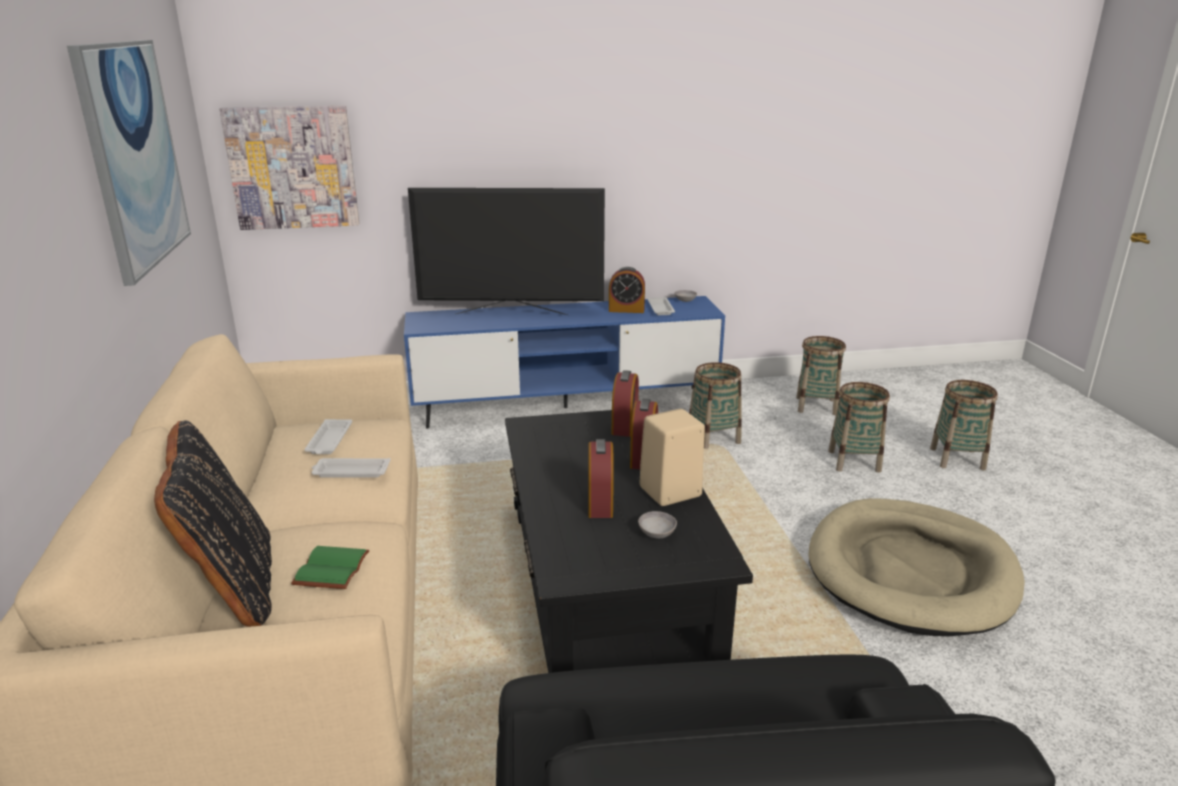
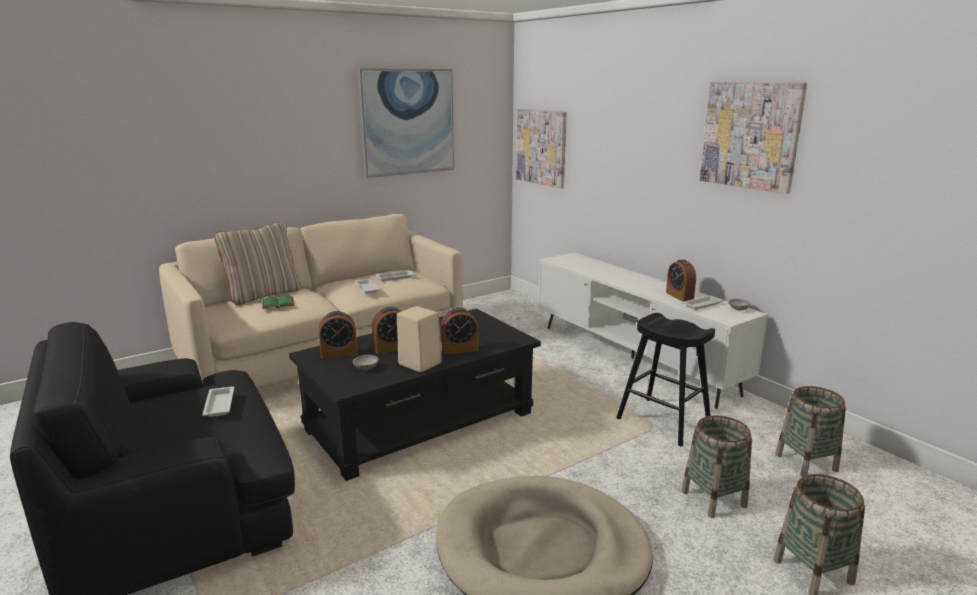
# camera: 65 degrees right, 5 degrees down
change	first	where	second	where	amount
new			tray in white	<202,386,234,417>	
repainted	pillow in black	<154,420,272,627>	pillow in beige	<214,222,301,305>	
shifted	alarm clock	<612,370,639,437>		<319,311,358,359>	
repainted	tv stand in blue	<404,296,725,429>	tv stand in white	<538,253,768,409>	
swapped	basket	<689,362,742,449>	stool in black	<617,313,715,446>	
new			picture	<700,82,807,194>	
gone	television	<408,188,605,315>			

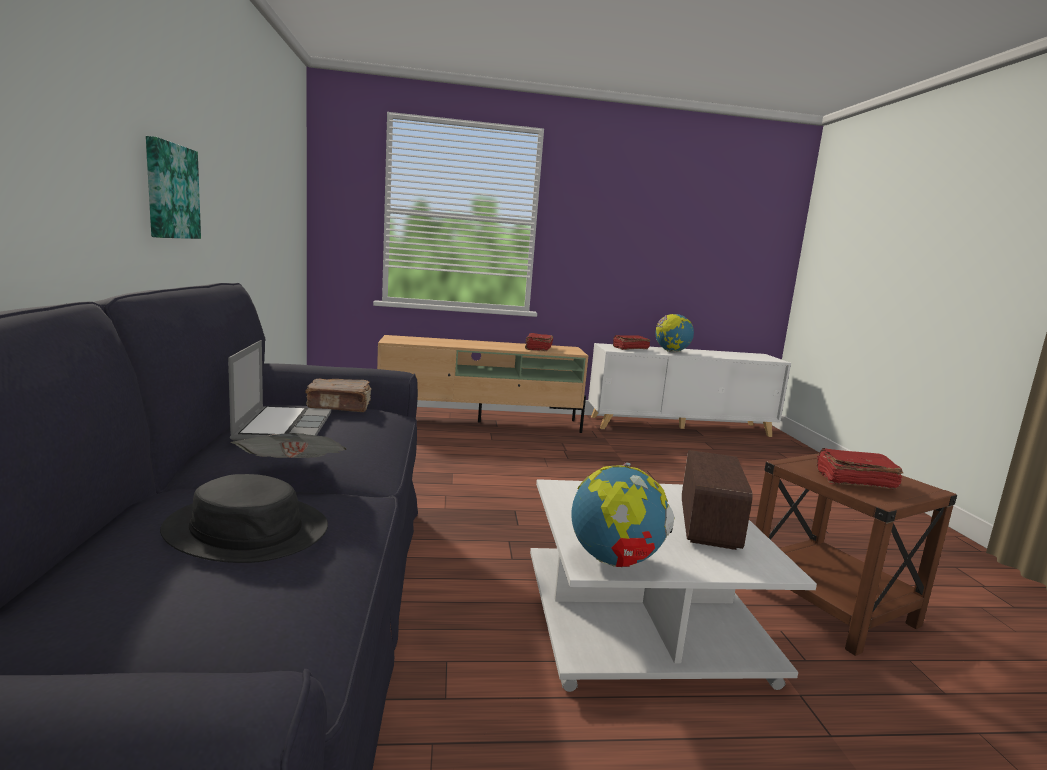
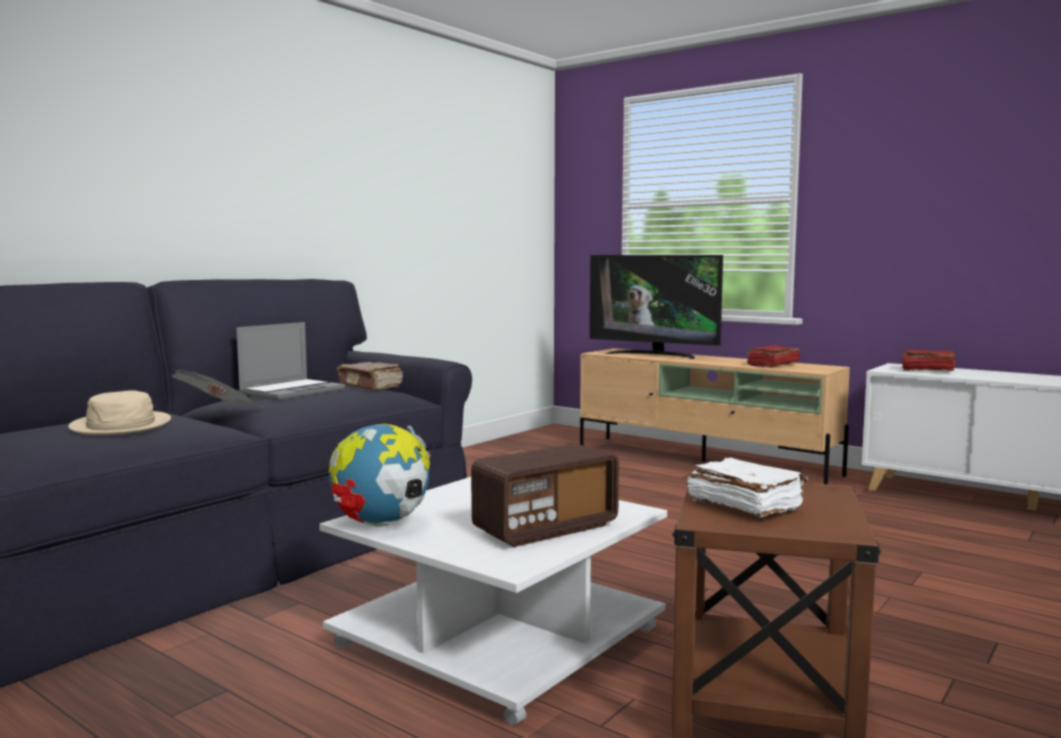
# camera: 45 degrees right, 5 degrees down
change	first	where	second	where	amount
repainted	hat in black	<160,474,328,563>	hat in beige	<68,390,171,435>	
new			television	<590,255,723,359>	
repainted	book in red	<817,448,903,490>	book in white	<688,458,807,517>	
gone	picture	<146,136,201,239>			
gone	globe	<655,314,694,353>			

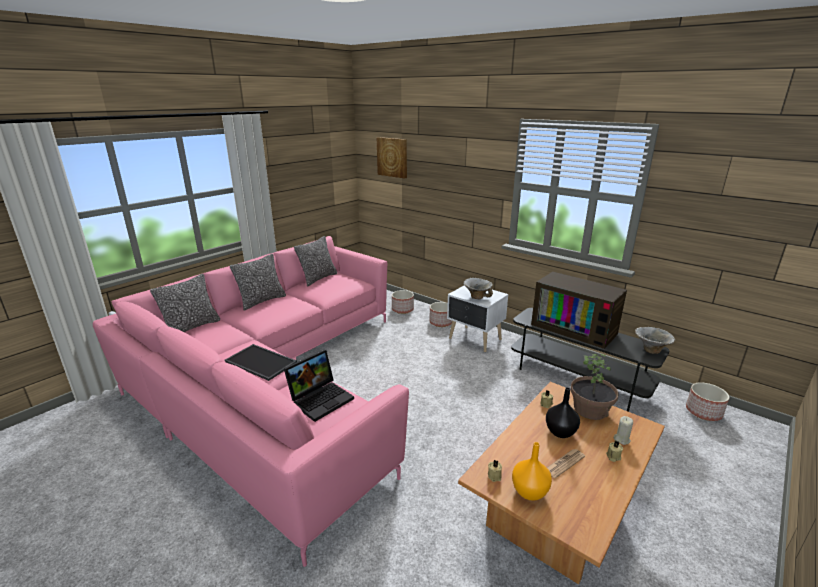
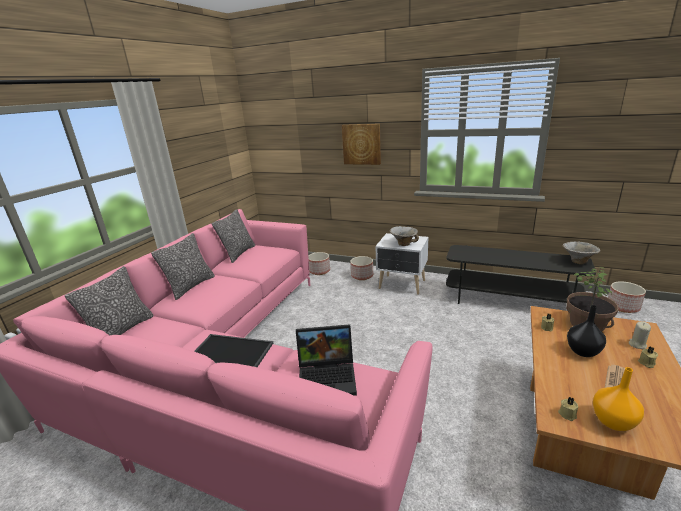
# camera: 15 degrees left, 0 degrees up
change	first	where	second	where	amount
rotated	laptop	<284,350,354,422>		<296,324,357,396>	60 degrees clockwise
shifted	picture	<376,137,407,178>		<342,124,381,165>	
gone	television	<531,272,627,349>			

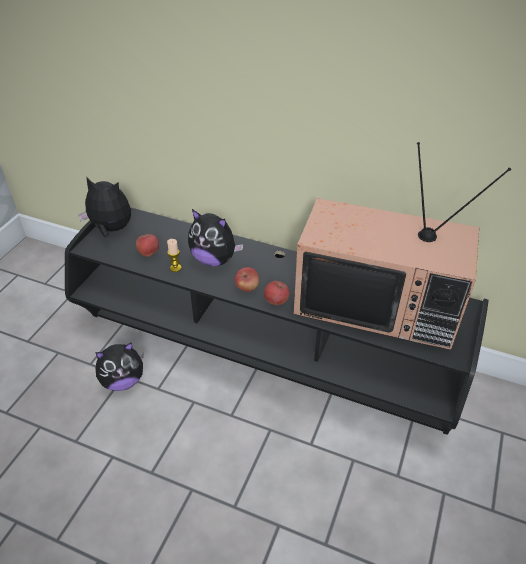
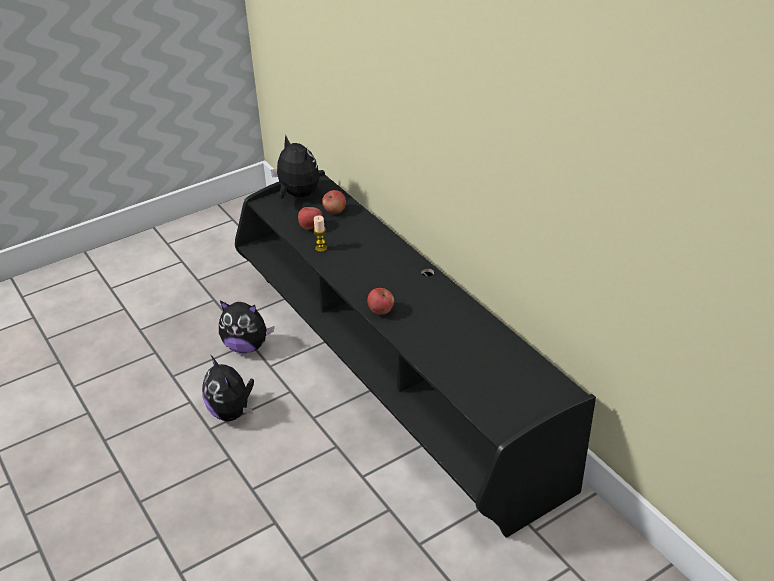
# camera: 35 degrees right, 5 degrees down
change	first	where	second	where	amount
shifted	plush toy	<188,209,244,266>		<202,355,254,421>	
shifted	apple	<235,267,259,292>		<322,190,346,214>	
gone	television	<294,142,511,350>			

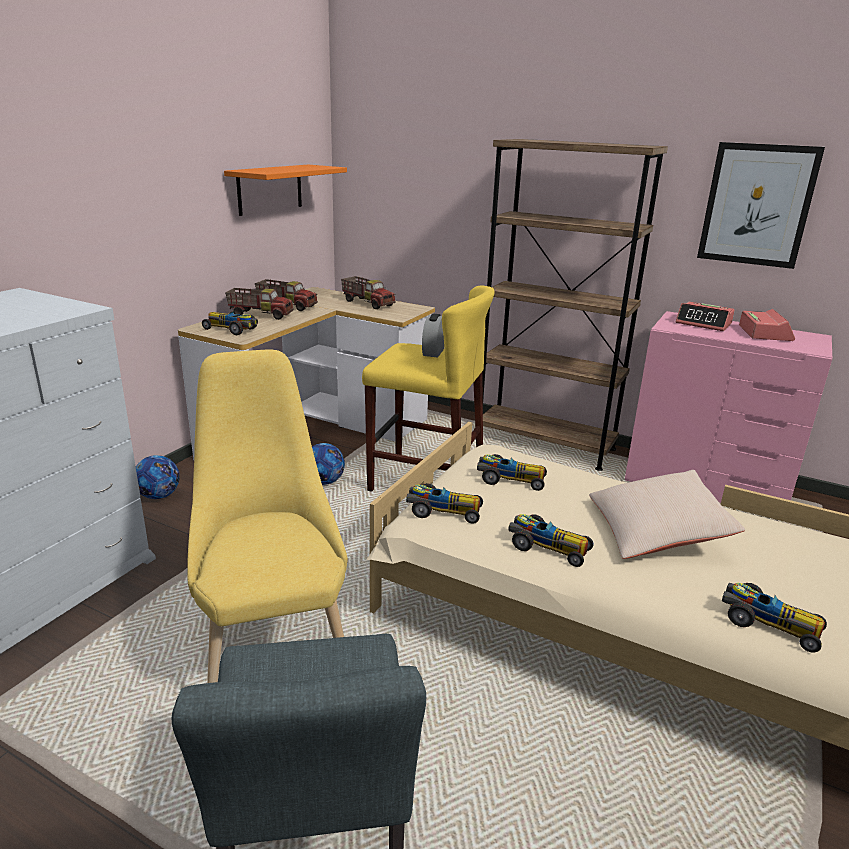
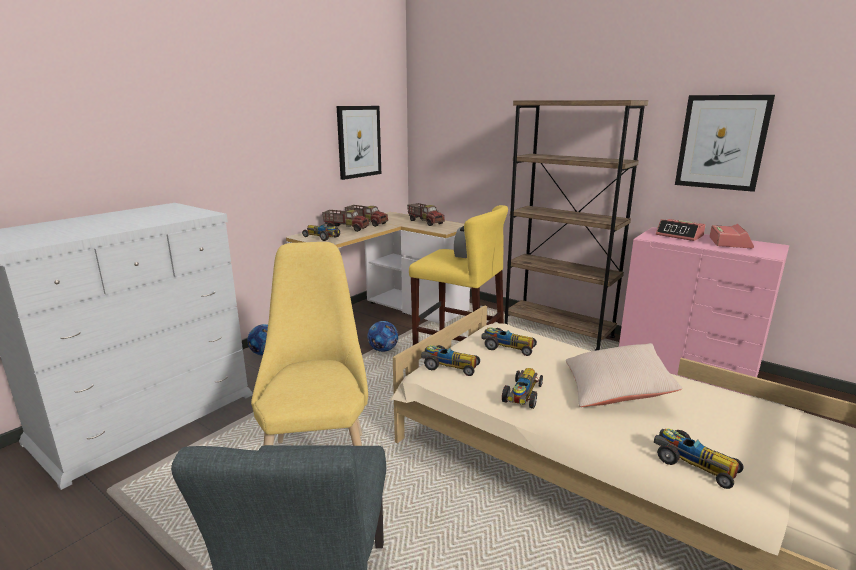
# camera: 10 degrees right, 5 degrees down
change	first	where	second	where	amount
swapped	shelf in orange	<224,165,347,216>	picture	<337,106,381,180>	
rotated	toy car	<508,514,593,567>		<502,368,543,409>	105 degrees counterclockwise

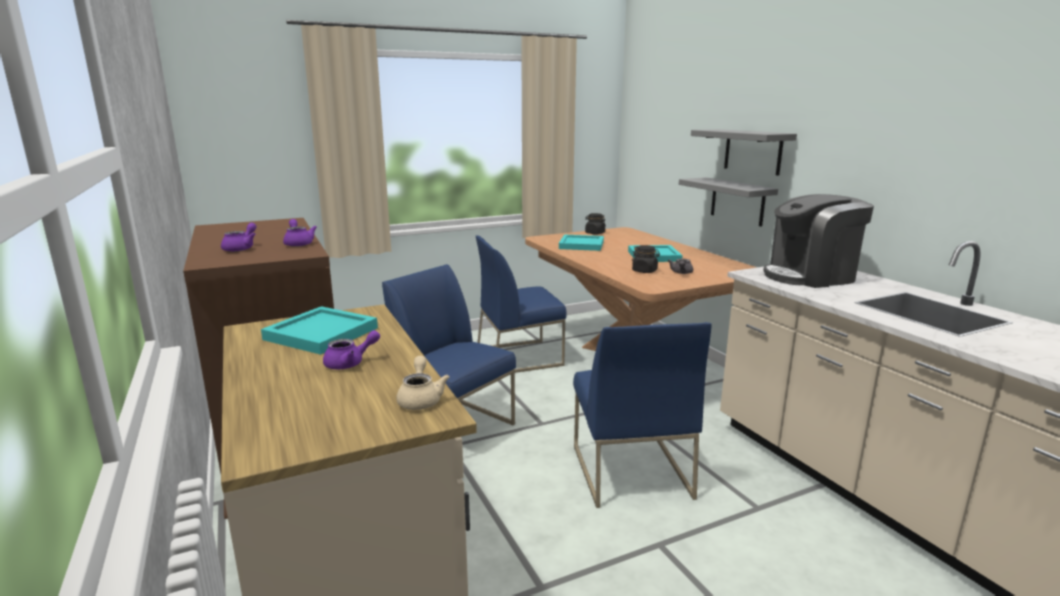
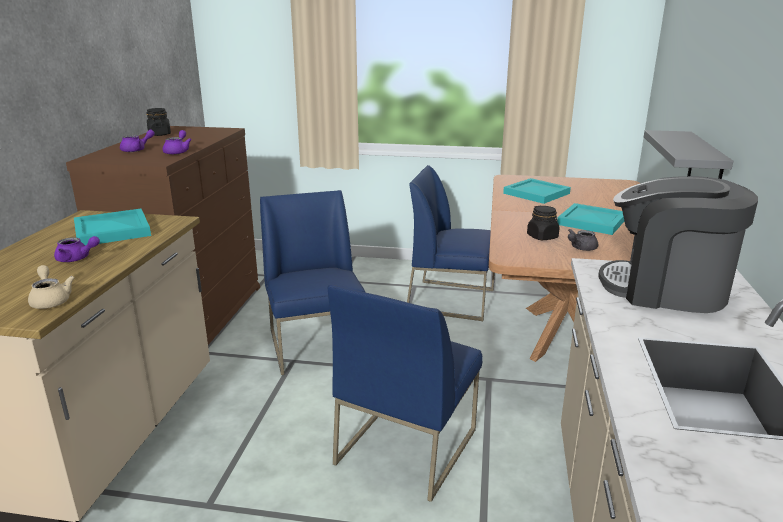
# camera: 35 degrees right, 5 degrees up
change	first	where	second	where	amount
rotated	teapot in beige	<396,356,449,410>		<28,265,75,309>	60 degrees counterclockwise
shifted	jar in black	<585,213,606,234>		<146,108,171,136>	
gone	shelf in grey	<691,129,797,176>			

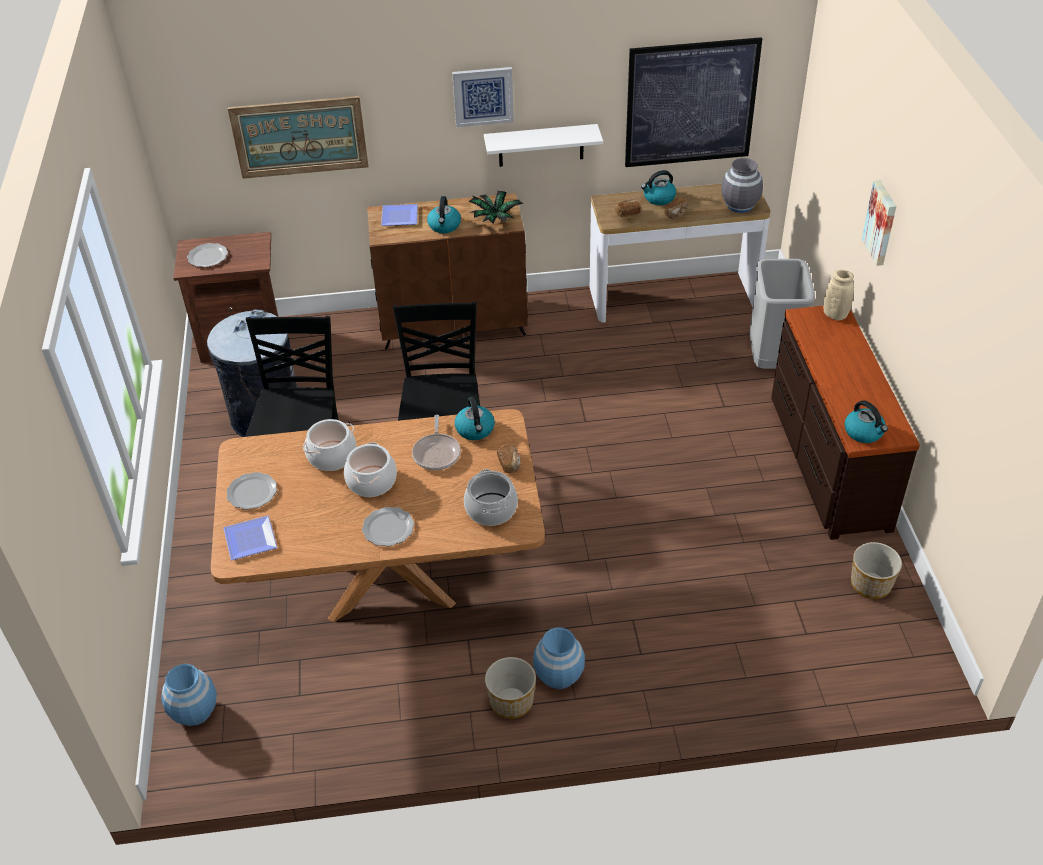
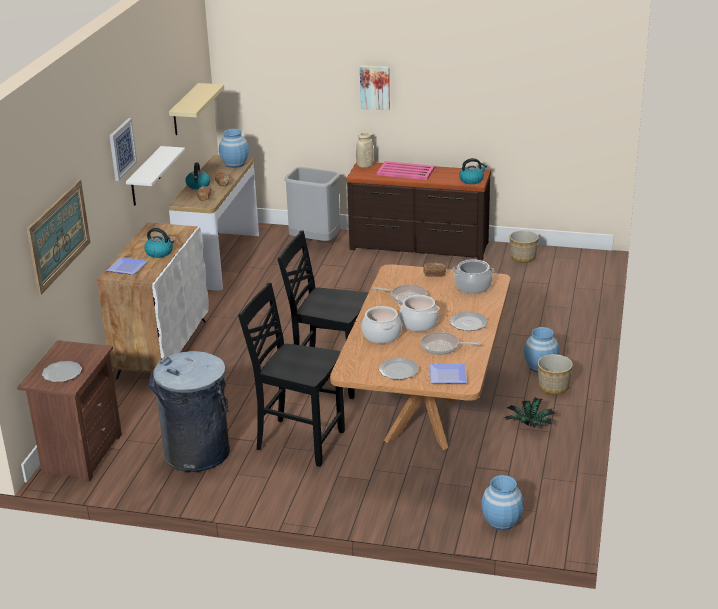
# camera: 70 degrees left, 15 degrees down
change	first	where	second	where	amount
repainted	cabinet in brown	<367,193,528,350>	cabinet in white	<97,222,209,379>	
swapped	picture	<625,37,762,167>	shelf in beige	<169,83,224,135>	
repainted	vase in grey	<721,158,763,213>	vase in blue	<219,129,249,168>	
new			tray in pink	<377,161,435,180>	
new			frying pan	<421,332,481,355>	
shifted	potted plant	<468,191,523,223>		<505,397,556,428>	
gone	kettle	<455,397,495,440>			

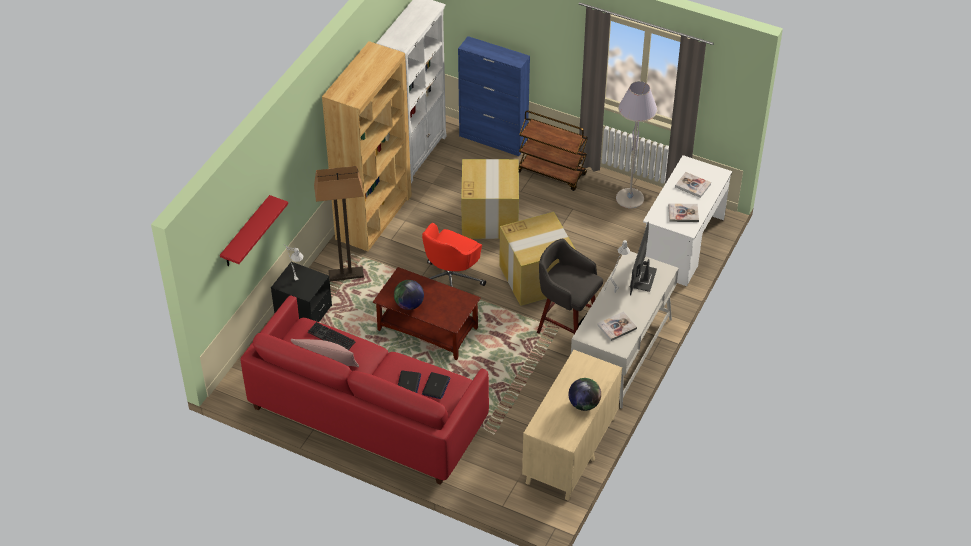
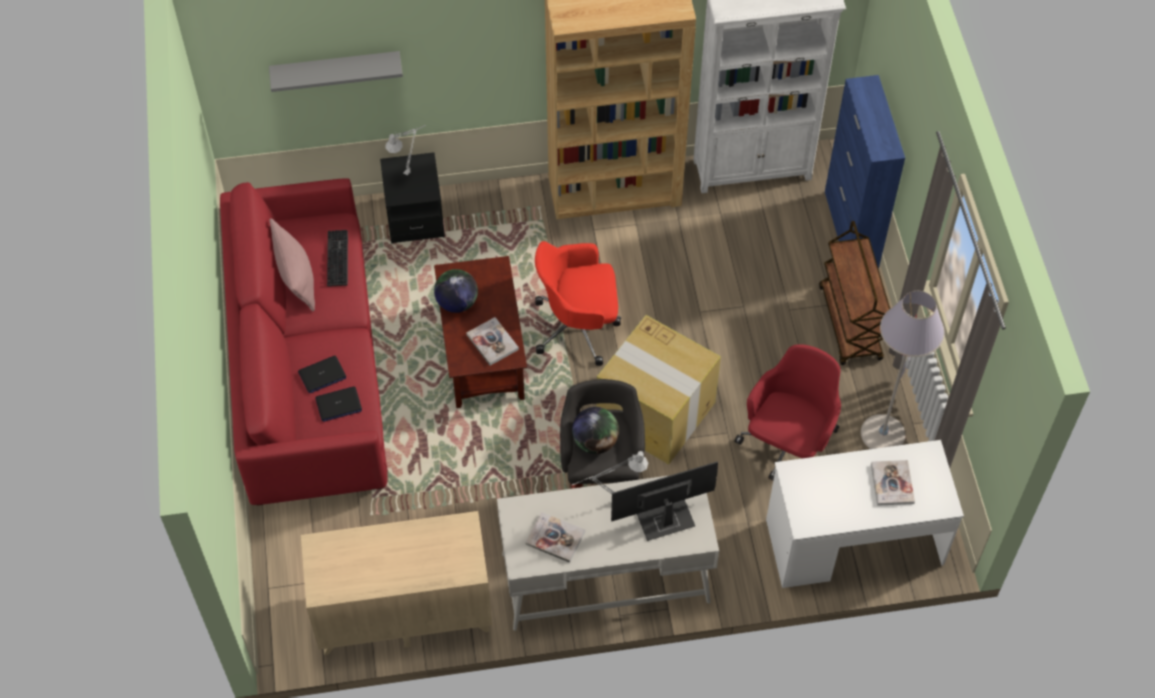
# camera: 55 degrees right, 10 degrees up
change	first	where	second	where	amount
repainted	shelf in red	<220,195,288,266>	shelf in grey	<269,51,403,92>	
shifted	book	<668,203,699,222>		<466,317,519,366>	
shifted	globe	<568,378,601,411>		<572,407,619,454>	
new			office chair in red	<735,344,841,480>	
gone	floor lamp	<314,166,364,281>			
gone	cardboard box	<461,159,519,239>			

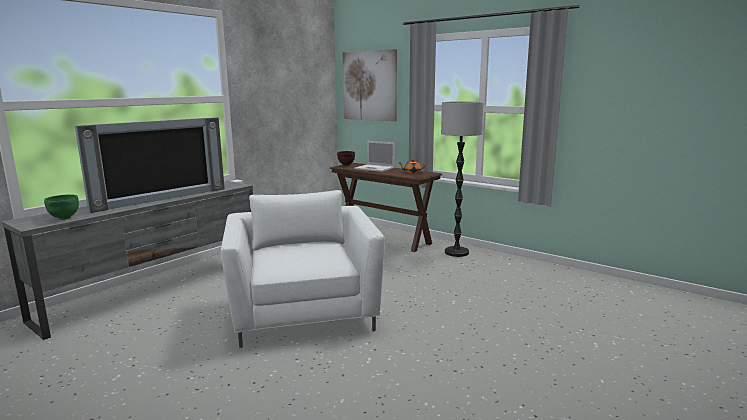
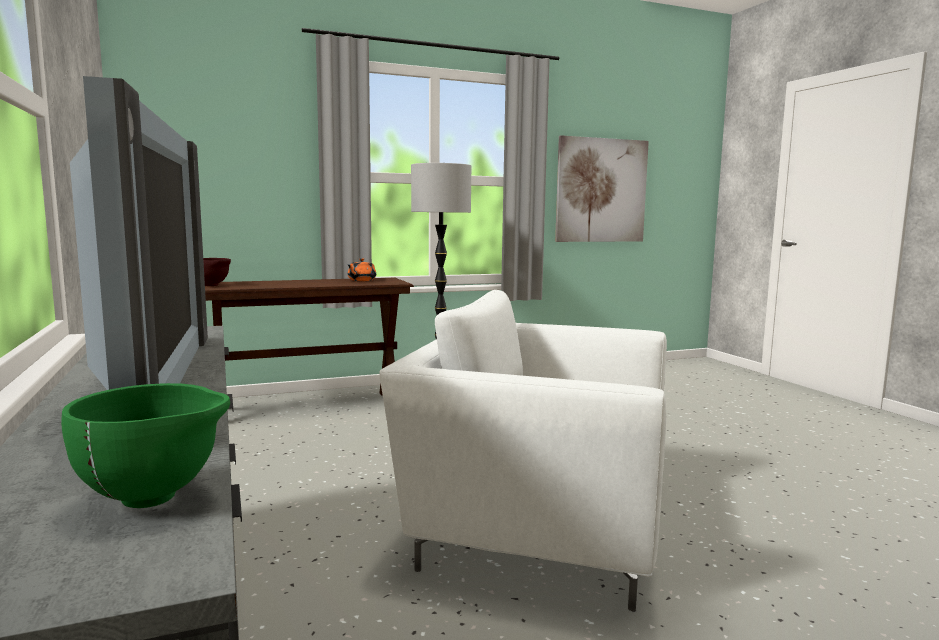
# camera: 60 degrees left, 5 degrees down
change	first	where	second	where	amount
shifted	picture	<343,49,397,122>		<555,135,649,242>	
gone	laptop	<354,141,395,172>			

